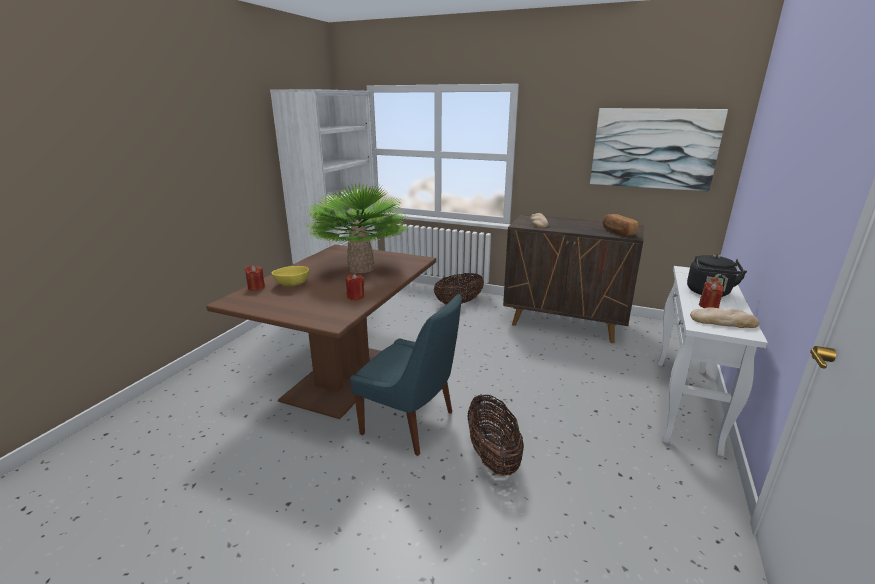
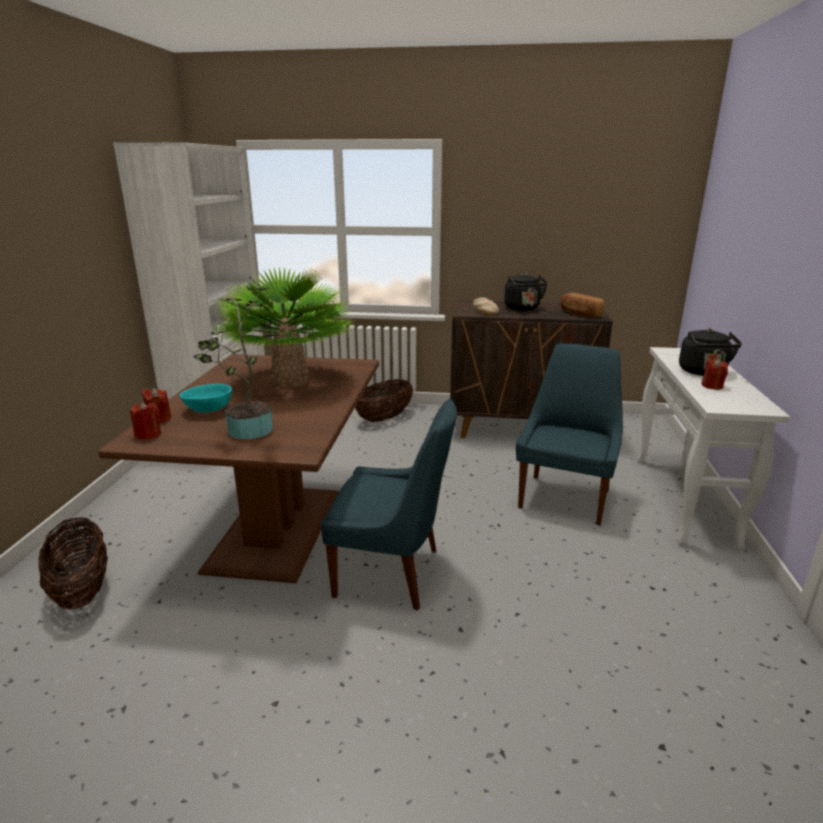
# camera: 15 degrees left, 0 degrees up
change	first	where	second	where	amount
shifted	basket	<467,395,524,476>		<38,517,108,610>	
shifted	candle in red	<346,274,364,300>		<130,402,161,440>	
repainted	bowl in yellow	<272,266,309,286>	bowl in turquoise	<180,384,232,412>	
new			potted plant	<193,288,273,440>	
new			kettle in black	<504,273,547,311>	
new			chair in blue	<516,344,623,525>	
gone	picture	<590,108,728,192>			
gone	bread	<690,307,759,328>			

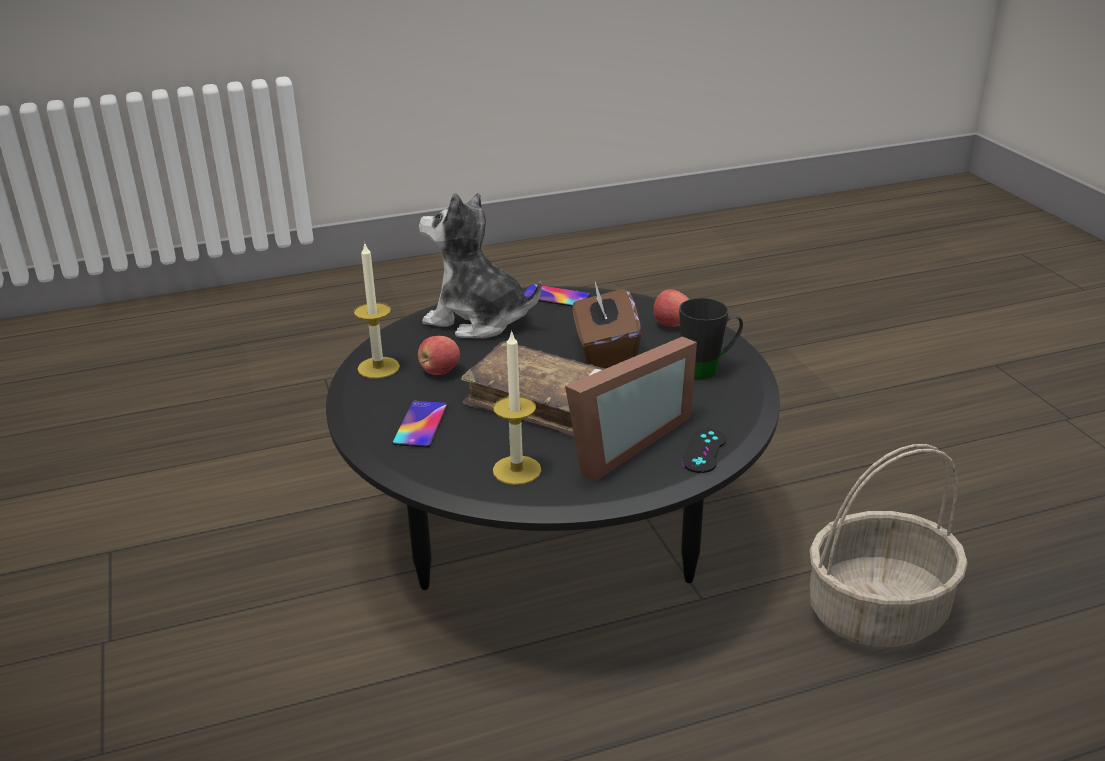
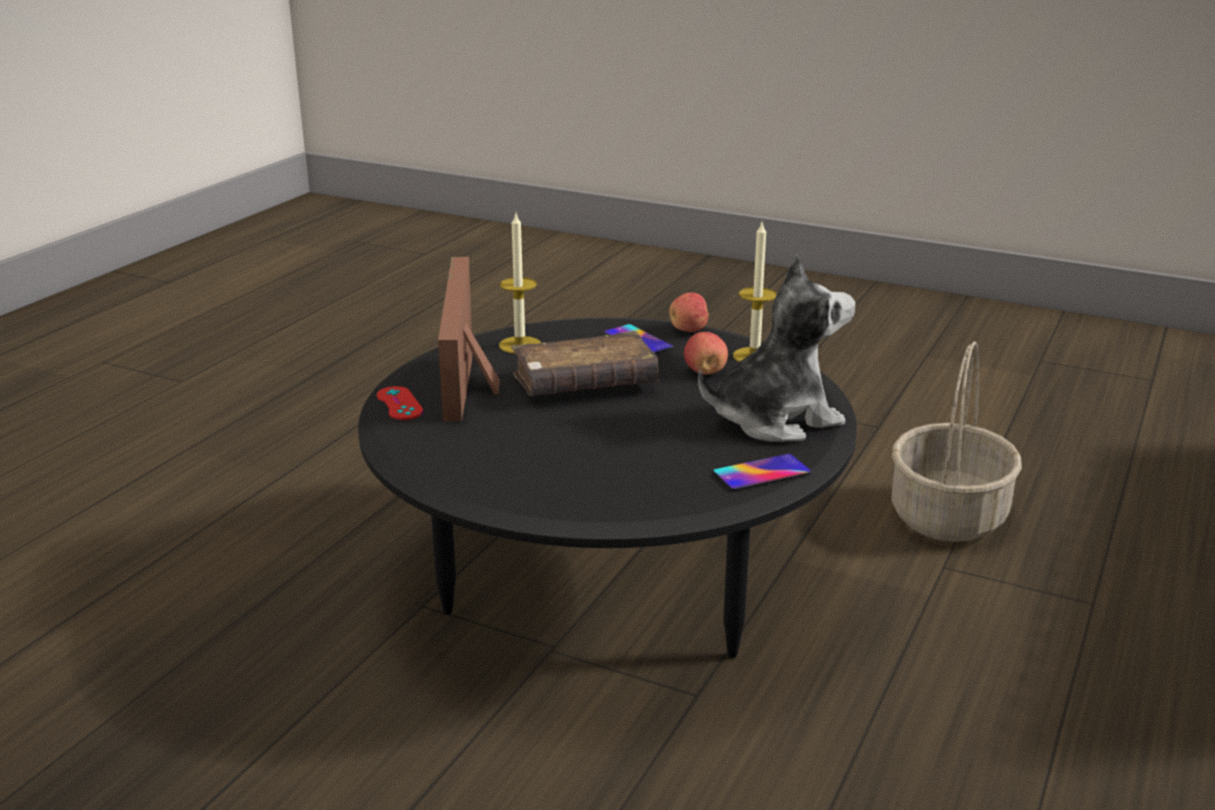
# camera: 135 degrees right, 5 degrees down
change	first	where	second	where	amount
repainted	game controller in black	<682,428,726,473>	game controller in red	<377,386,423,420>	
shifted	apple	<653,290,689,327>		<669,292,709,332>	
shifted	basket	<810,444,968,647>		<892,341,1022,542>	
gone	tissue box in brown	<572,282,641,368>			
gone	mug in black	<679,298,743,379>			

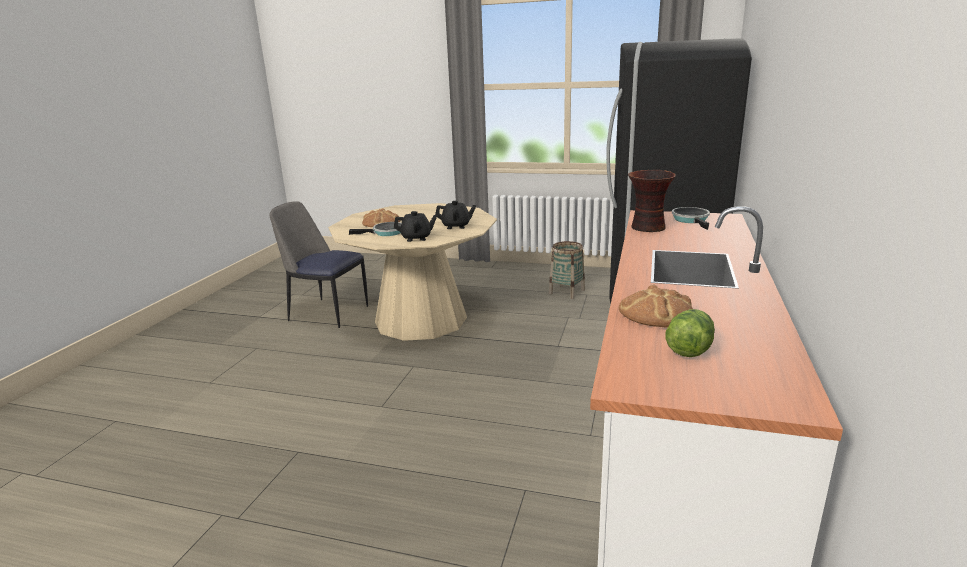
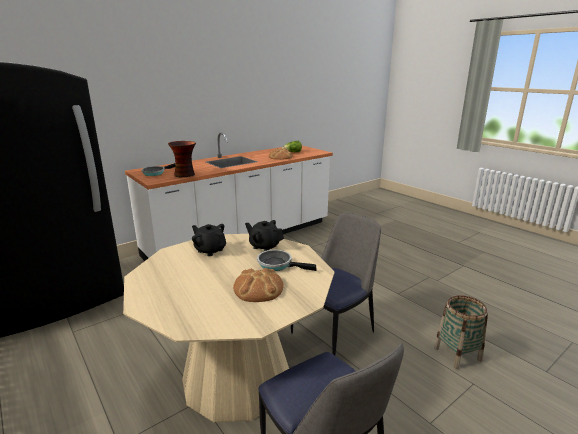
# camera: 145 degrees left, 0 degrees up
change	first	where	second	where	amount
new			chair	<291,213,381,355>	
shifted	basket	<549,241,585,299>		<434,295,488,369>	

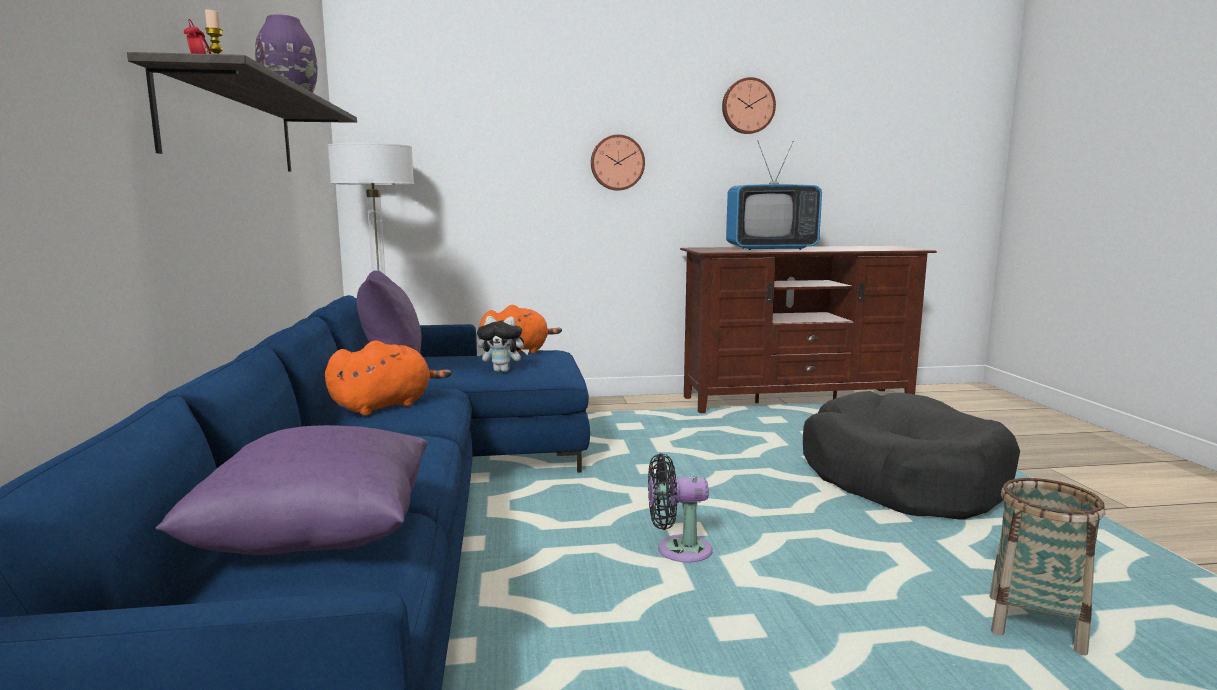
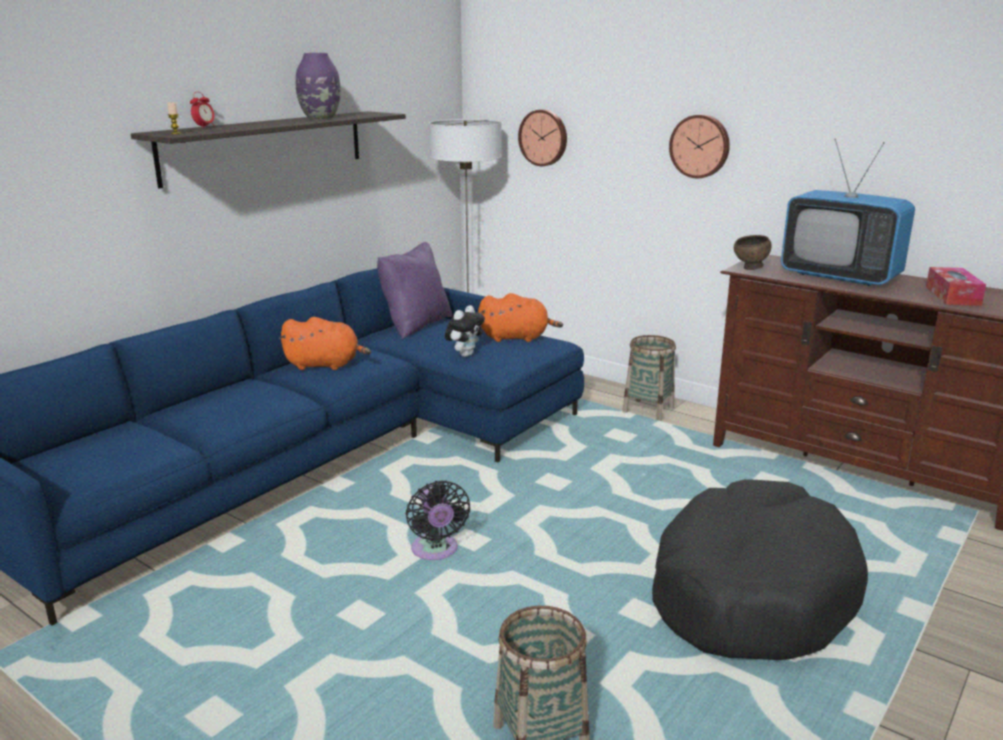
# camera: 45 degrees right, 10 degrees up
change	first	where	second	where	amount
rotated	fan in black	<648,453,713,562>		<406,480,470,560>	150 degrees counterclockwise
rotated	plush toy	<477,316,530,372>		<445,305,485,357>	105 degrees counterclockwise
shifted	wall clock	<722,77,776,134>		<518,109,567,166>	
new			basket	<622,335,676,421>	
new			bowl in brown	<734,235,772,270>	
new			tissue box	<926,267,986,306>	
gone	pillow in purple	<155,425,428,555>			

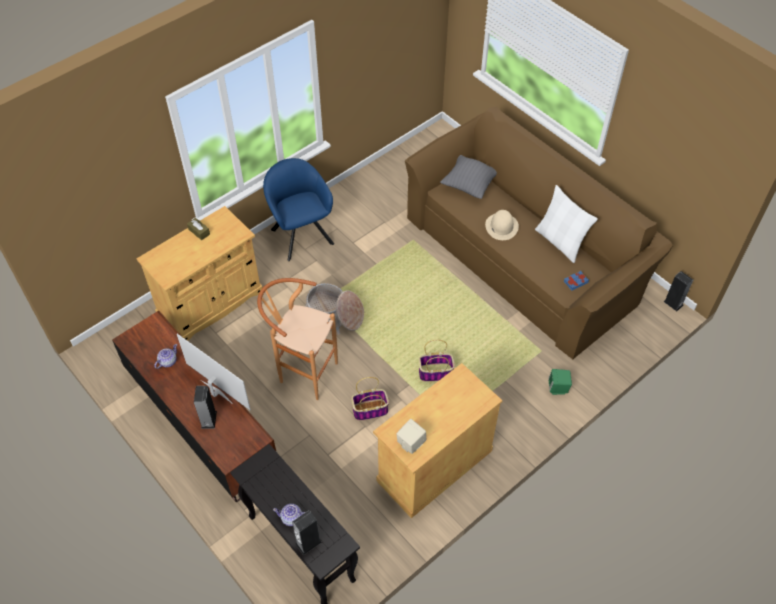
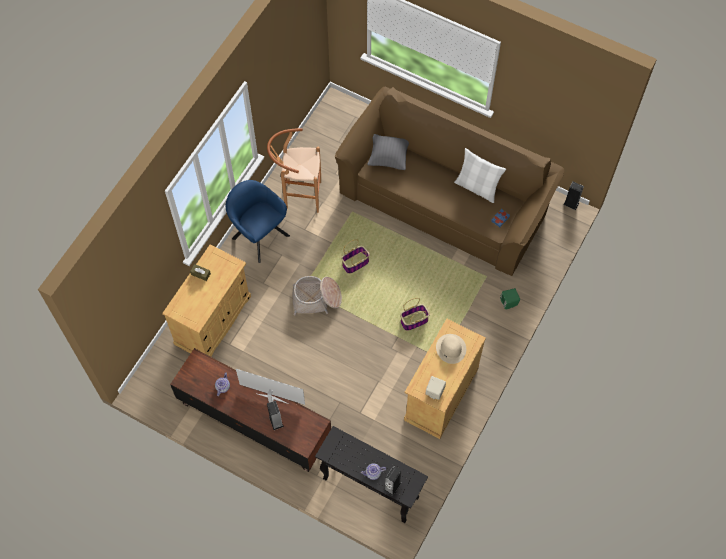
# camera: 20 degrees left, 10 degrees up
change	first	where	second	where	amount
shifted	stool in brown	<257,278,338,400>		<267,128,321,213>	
shifted	basket	<351,377,389,421>		<341,239,370,274>	
shifted	hat in beige	<485,210,519,240>		<436,334,466,364>	

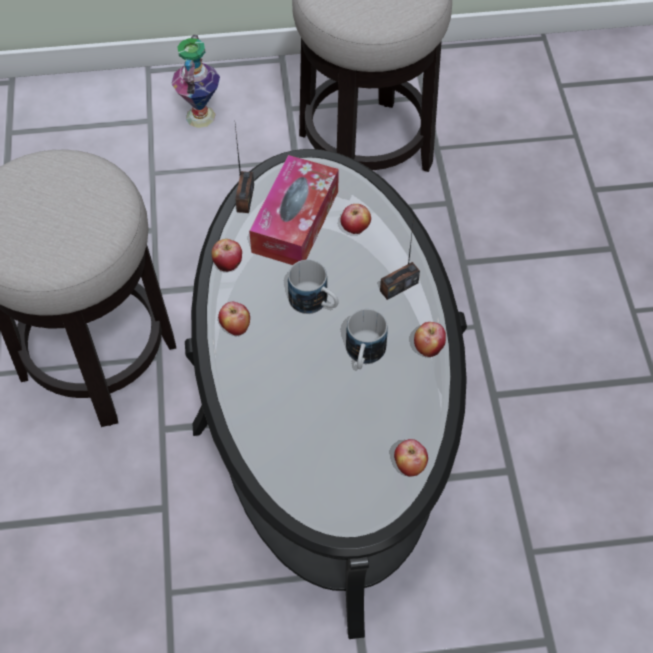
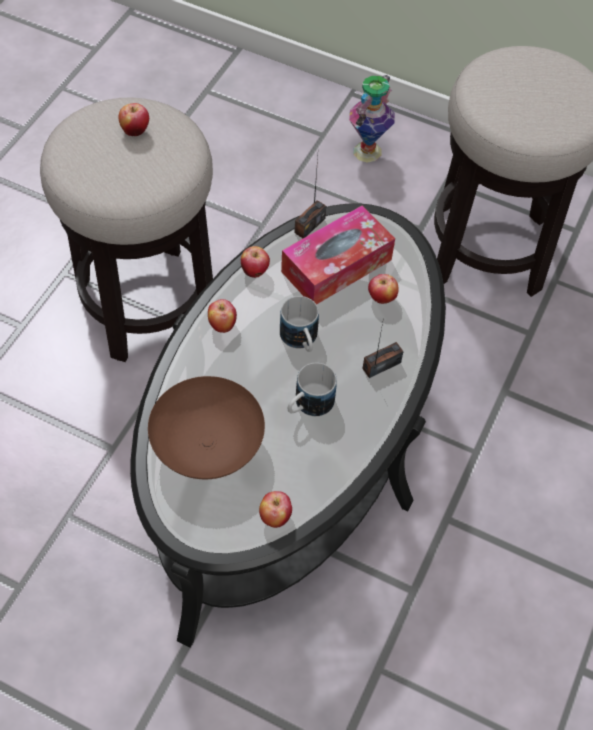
# camera: 30 degrees right, 0 degrees up
change	first	where	second	where	amount
shifted	apple	<414,322,446,357>		<119,103,149,136>	
new			bowl in brown	<148,376,265,479>	
rotated	radio	<380,217,420,300>		<362,317,404,378>	150 degrees clockwise

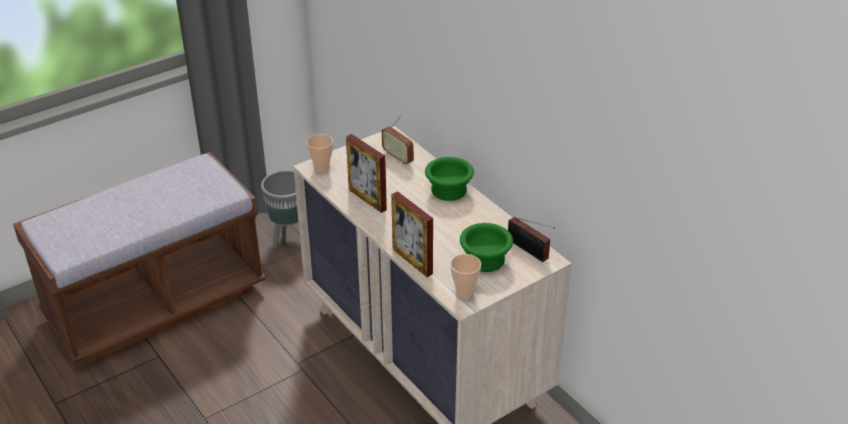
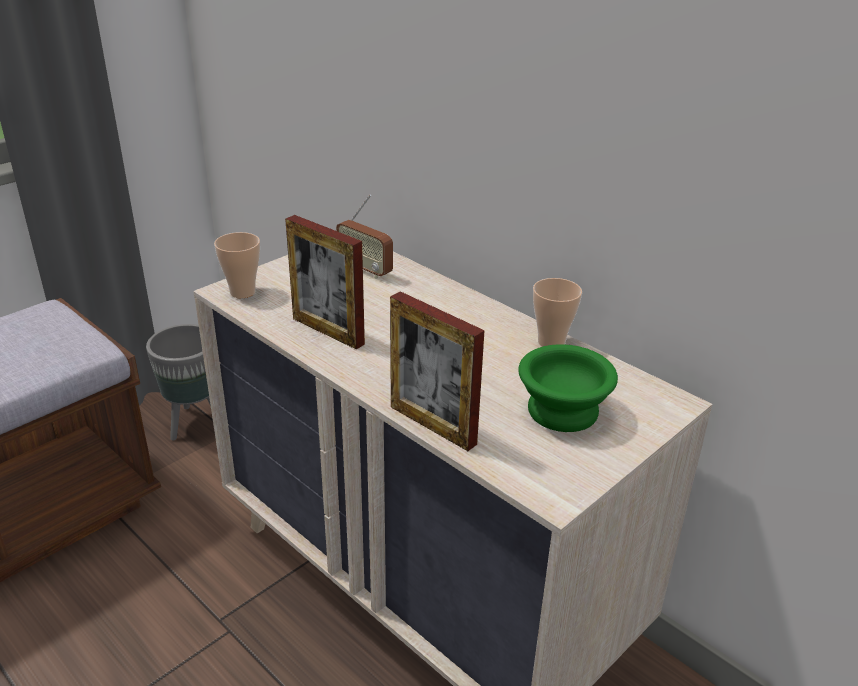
# camera: 10 degrees left, 5 degrees down
change	first	where	second	where	amount
shifted	cup	<450,254,481,299>		<533,278,582,347>	
gone	bowl in green	<425,157,474,201>			
gone	radio	<508,217,555,262>			

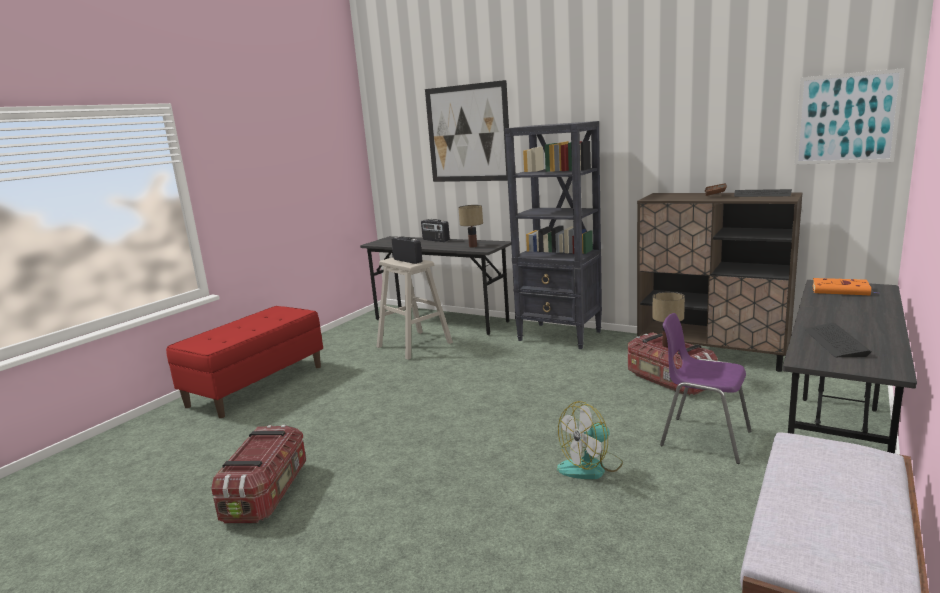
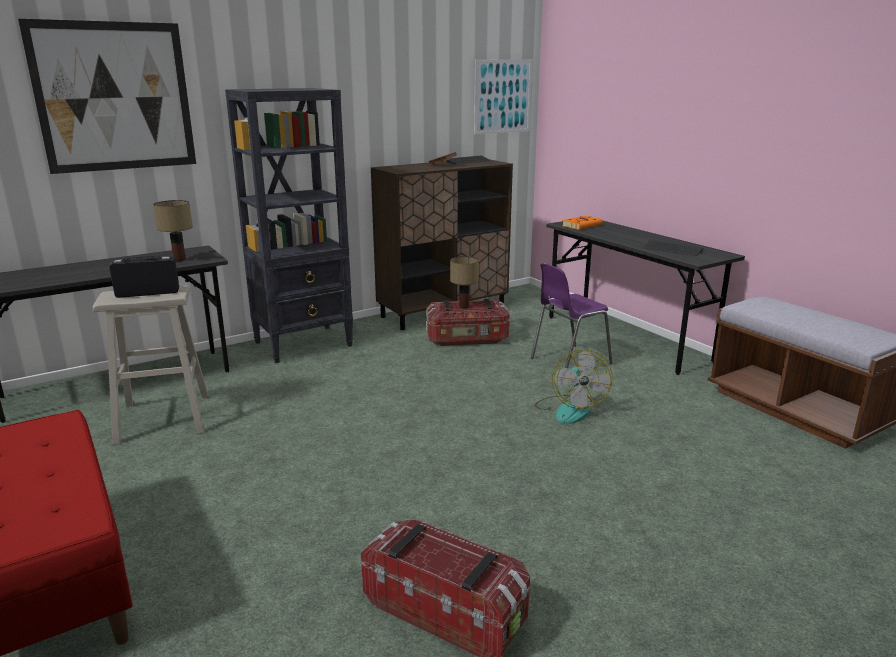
# camera: 65 degrees left, 5 degrees up
change	first	where	second	where	amount
gone	radio	<421,219,450,242>			

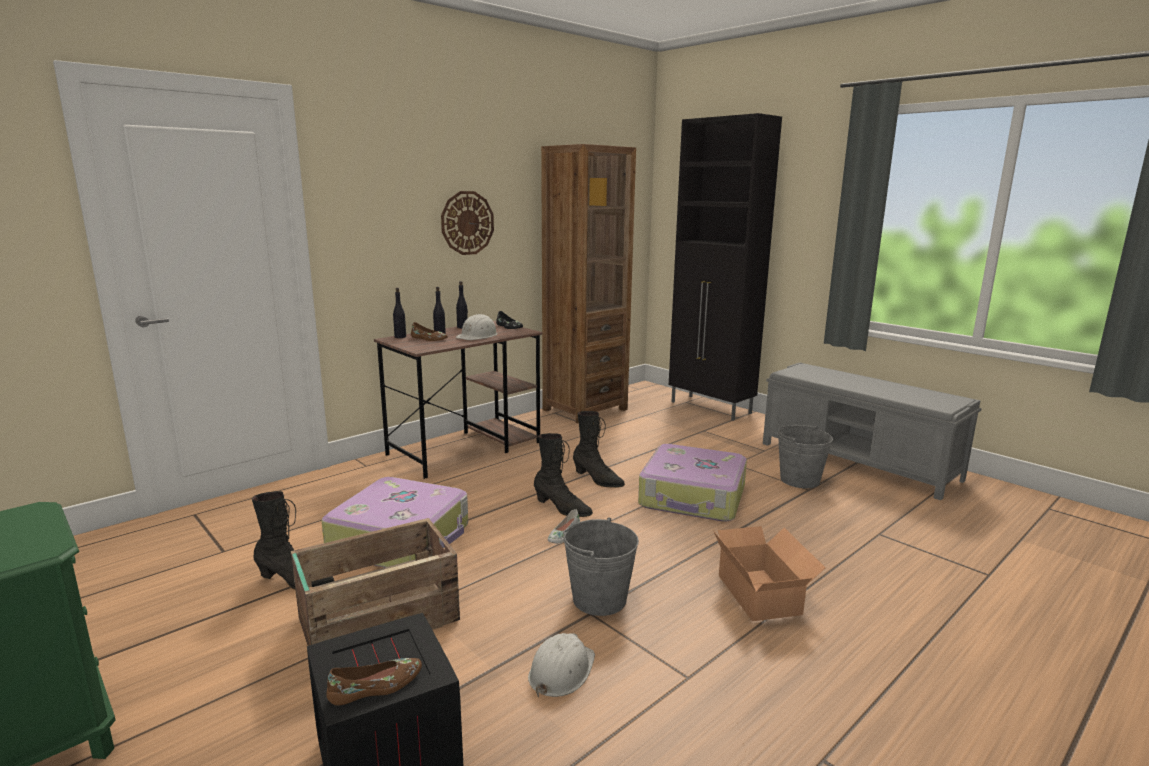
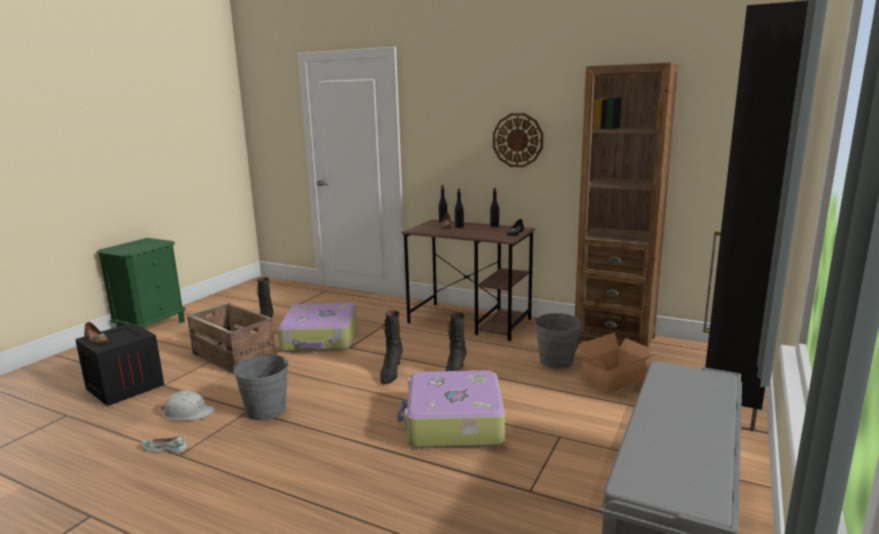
# camera: 70 degrees right, 0 degrees up
change	first	where	second	where	amount
shifted	shoe in white	<548,509,580,544>		<141,435,187,453>	
shifted	bucket in grey	<778,425,833,488>		<535,313,582,369>	
shifted	cardboard box	<713,526,825,621>		<578,333,656,393>	
gone	hard hat in white	<456,314,497,340>			

